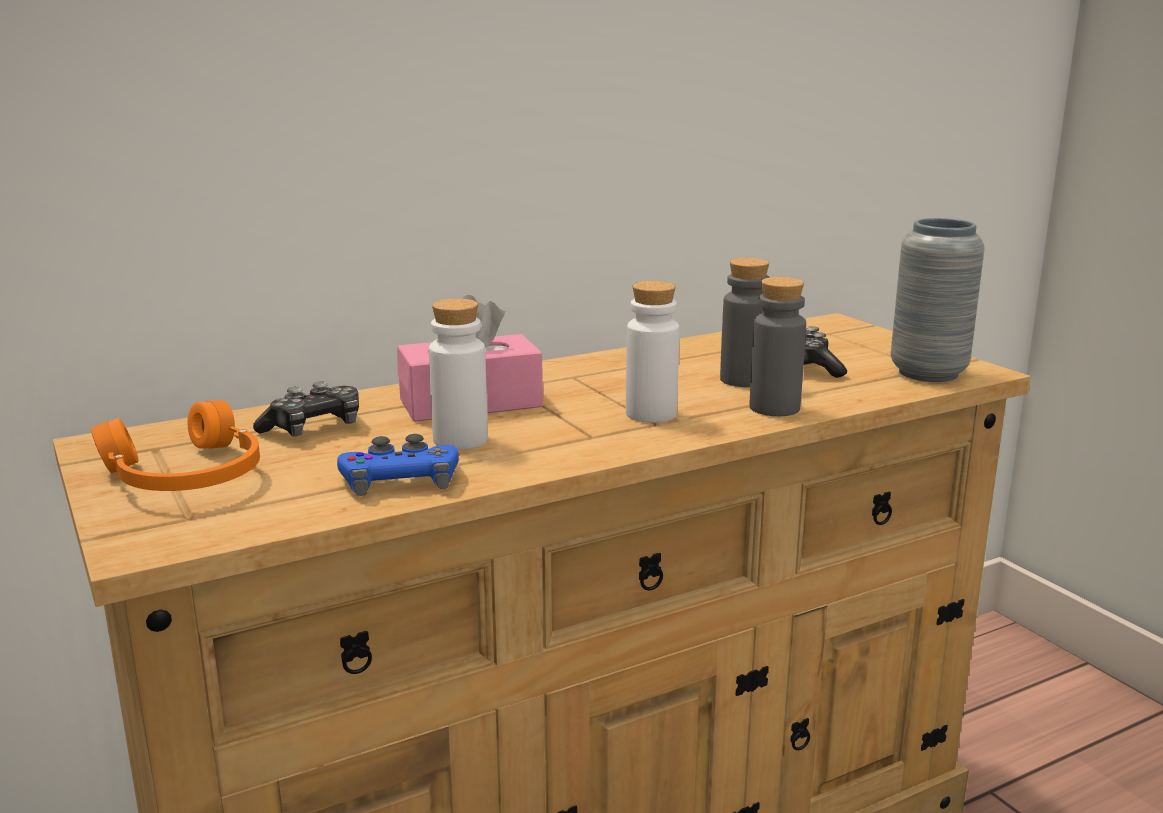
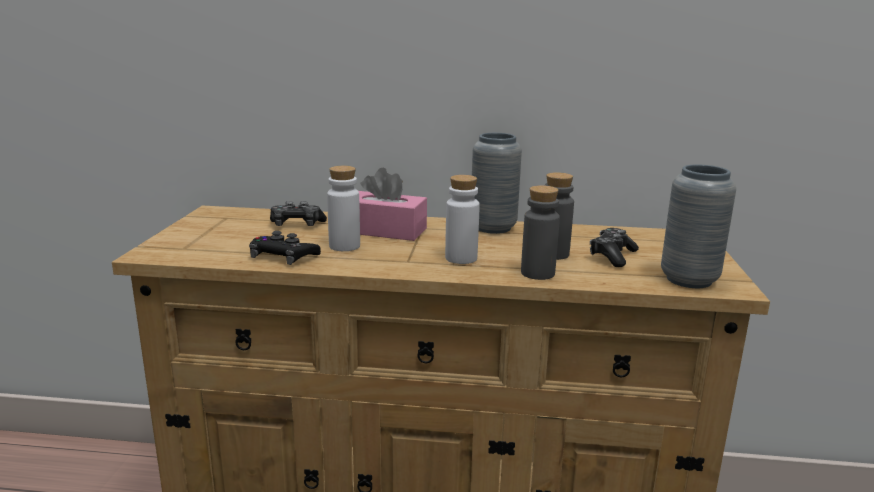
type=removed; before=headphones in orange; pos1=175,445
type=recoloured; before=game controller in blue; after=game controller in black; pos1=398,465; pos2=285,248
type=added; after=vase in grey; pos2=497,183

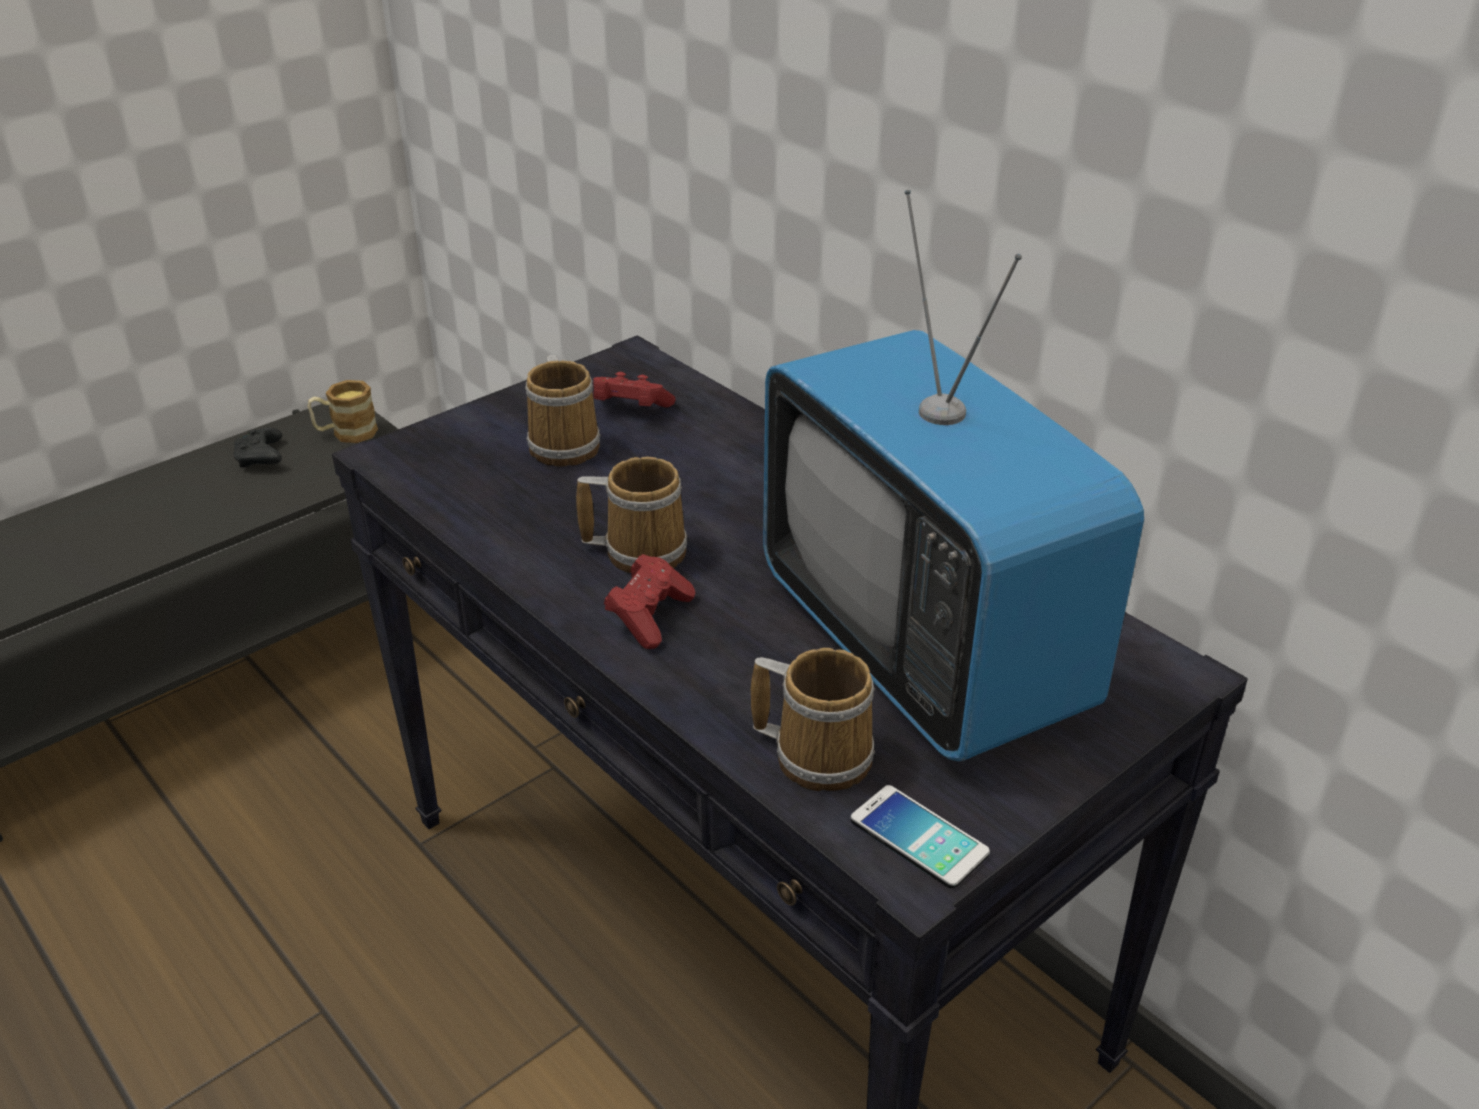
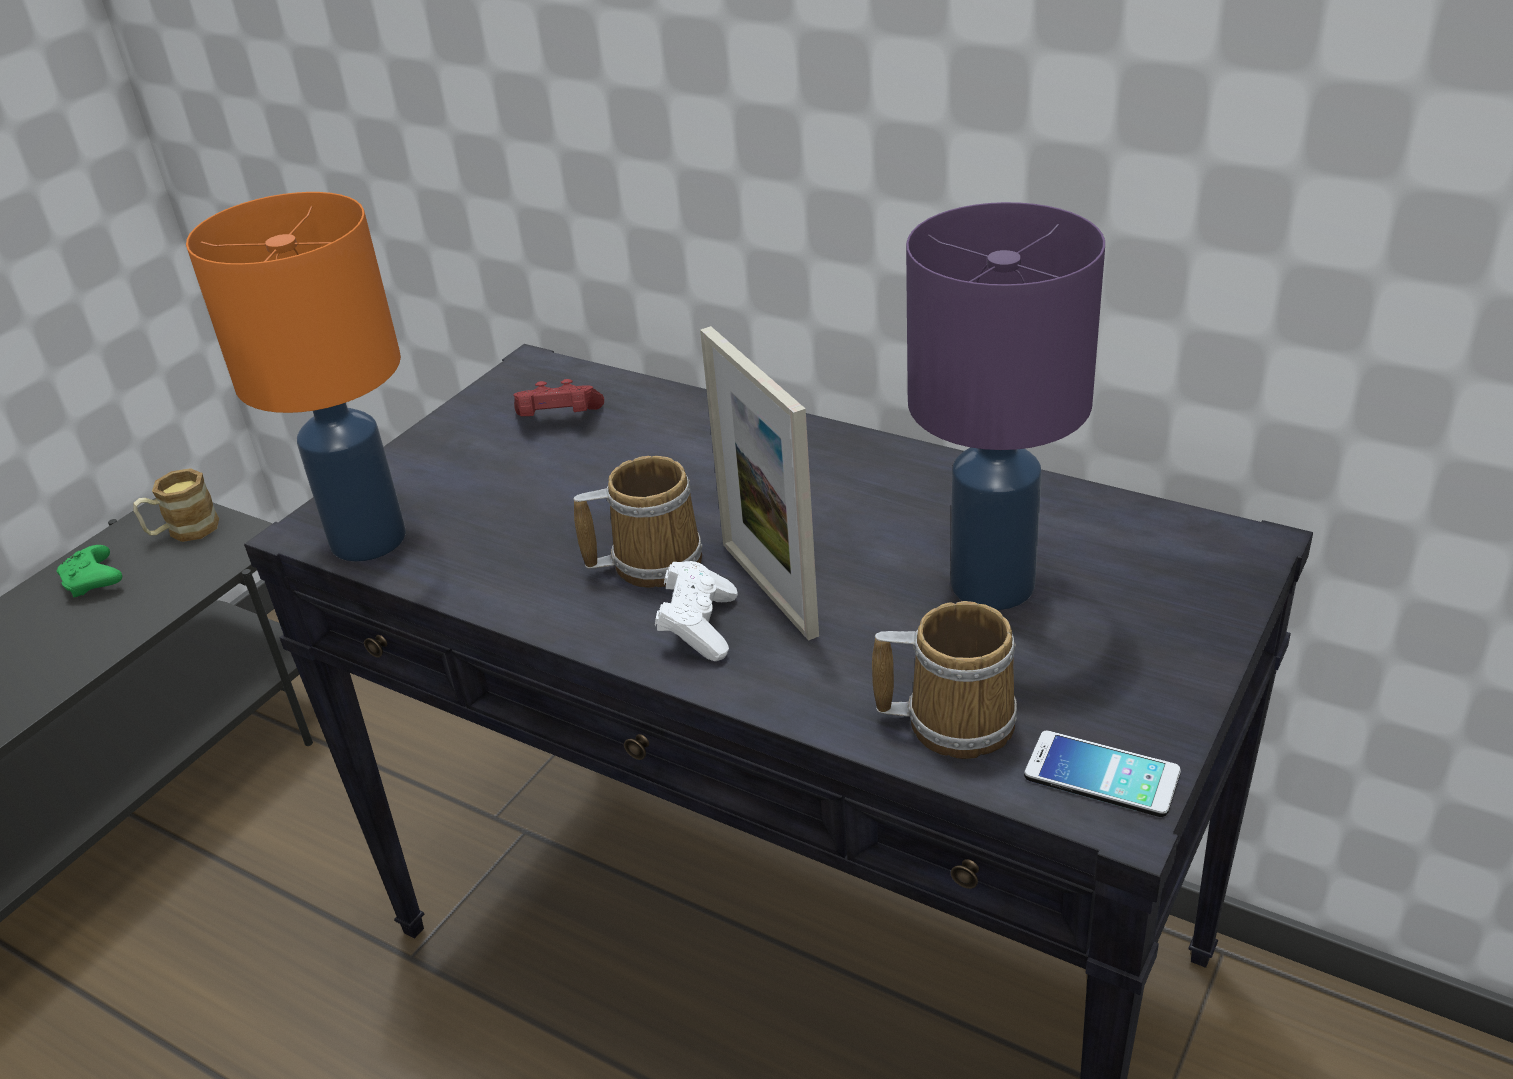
type=replaced; before=television; after=table lamp in purple; pos1=953,475; pos2=1005,406
type=removed; before=mug; pos1=563,410
type=recoloured; before=game controller in black; after=game controller in green; pos1=257,447; pos2=89,571
type=recoloured; before=game controller in red; after=game controller in white; pos1=649,601; pos2=696,611
type=added; after=table lamp in orange; pos2=296,377
type=added; after=picture frame; pos2=759,483

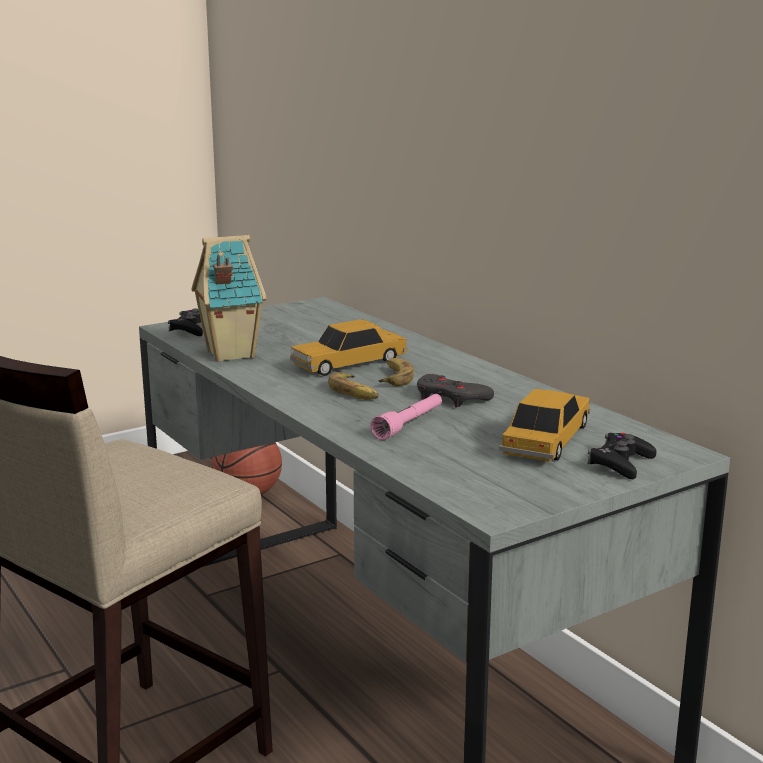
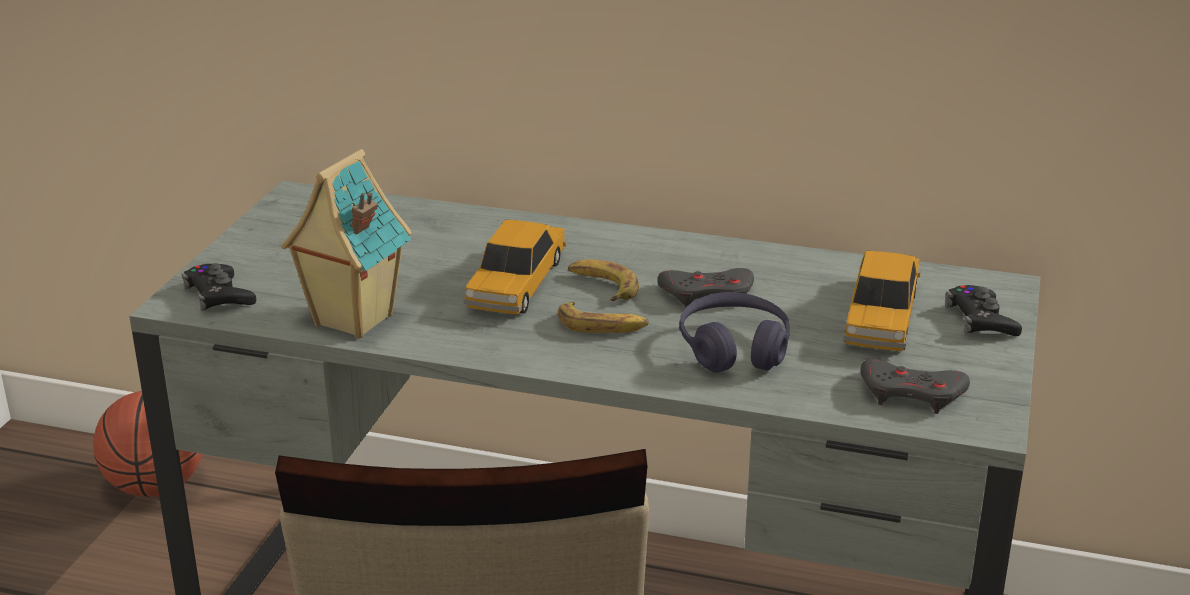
type=turned; before=toy car; pos1=544,425; pos2=882,301; turn=-150
type=replaced; before=flashlight in pink; after=headphones in purple; pos1=406,417; pos2=734,332
type=added; after=game controller in grey; pos2=915,386

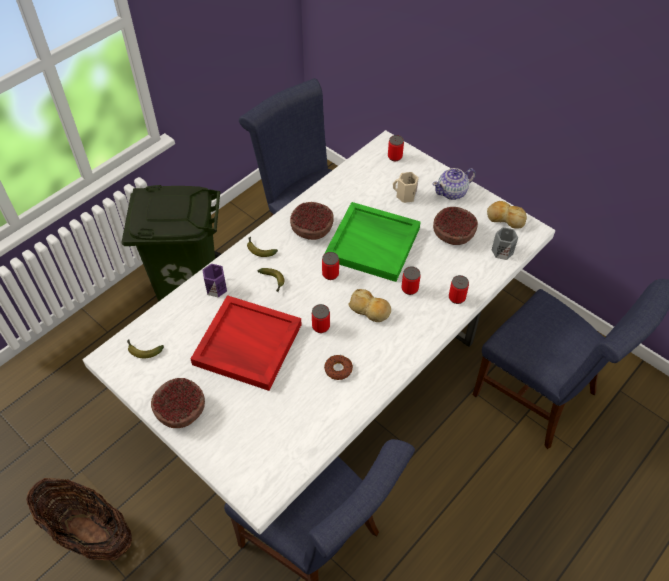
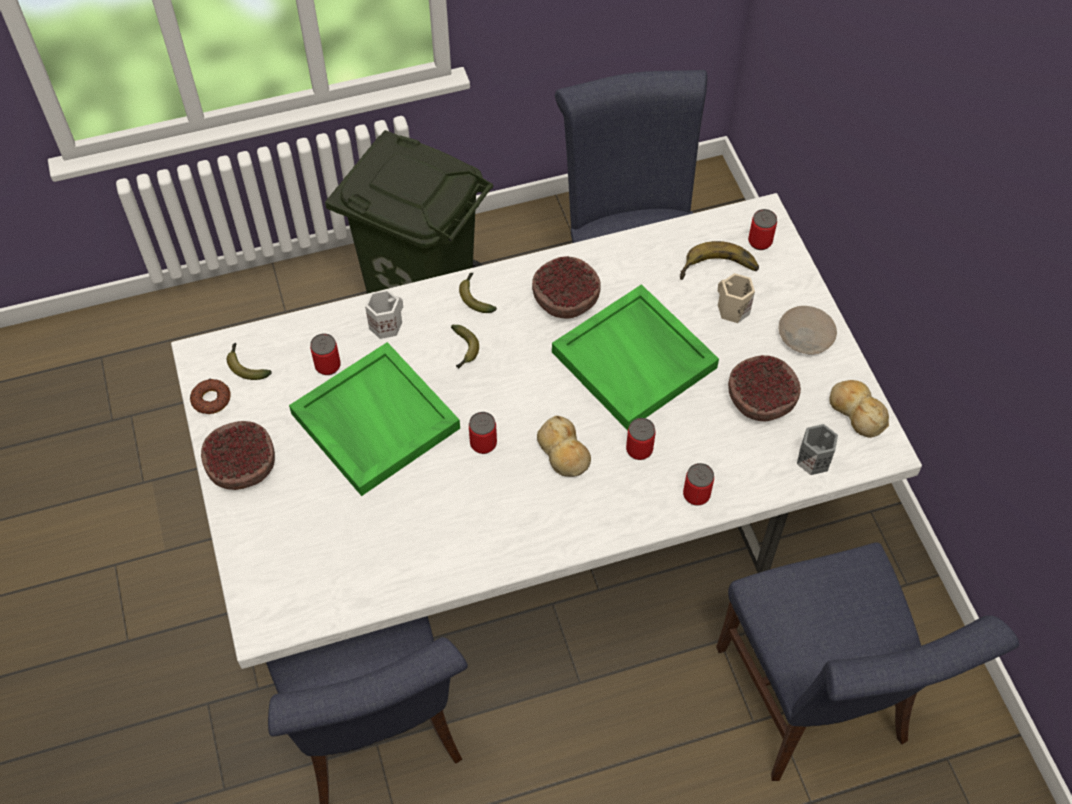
type=replaced; before=teapot; after=plate in beige; pos1=454,184; pos2=808,330
type=moved; before=can; pos1=330,266; pos2=325,354
type=recoloured; before=mug in purple; after=mug in white; pos1=215,280; pos2=384,314
type=recoloured; before=tray in red; after=tray in green; pos1=246,343; pos2=374,419
type=moved; before=donut; pos1=338,367; pos2=210,396
type=removed; before=basket; pos1=79,519
type=added; after=banana; pos2=719,260

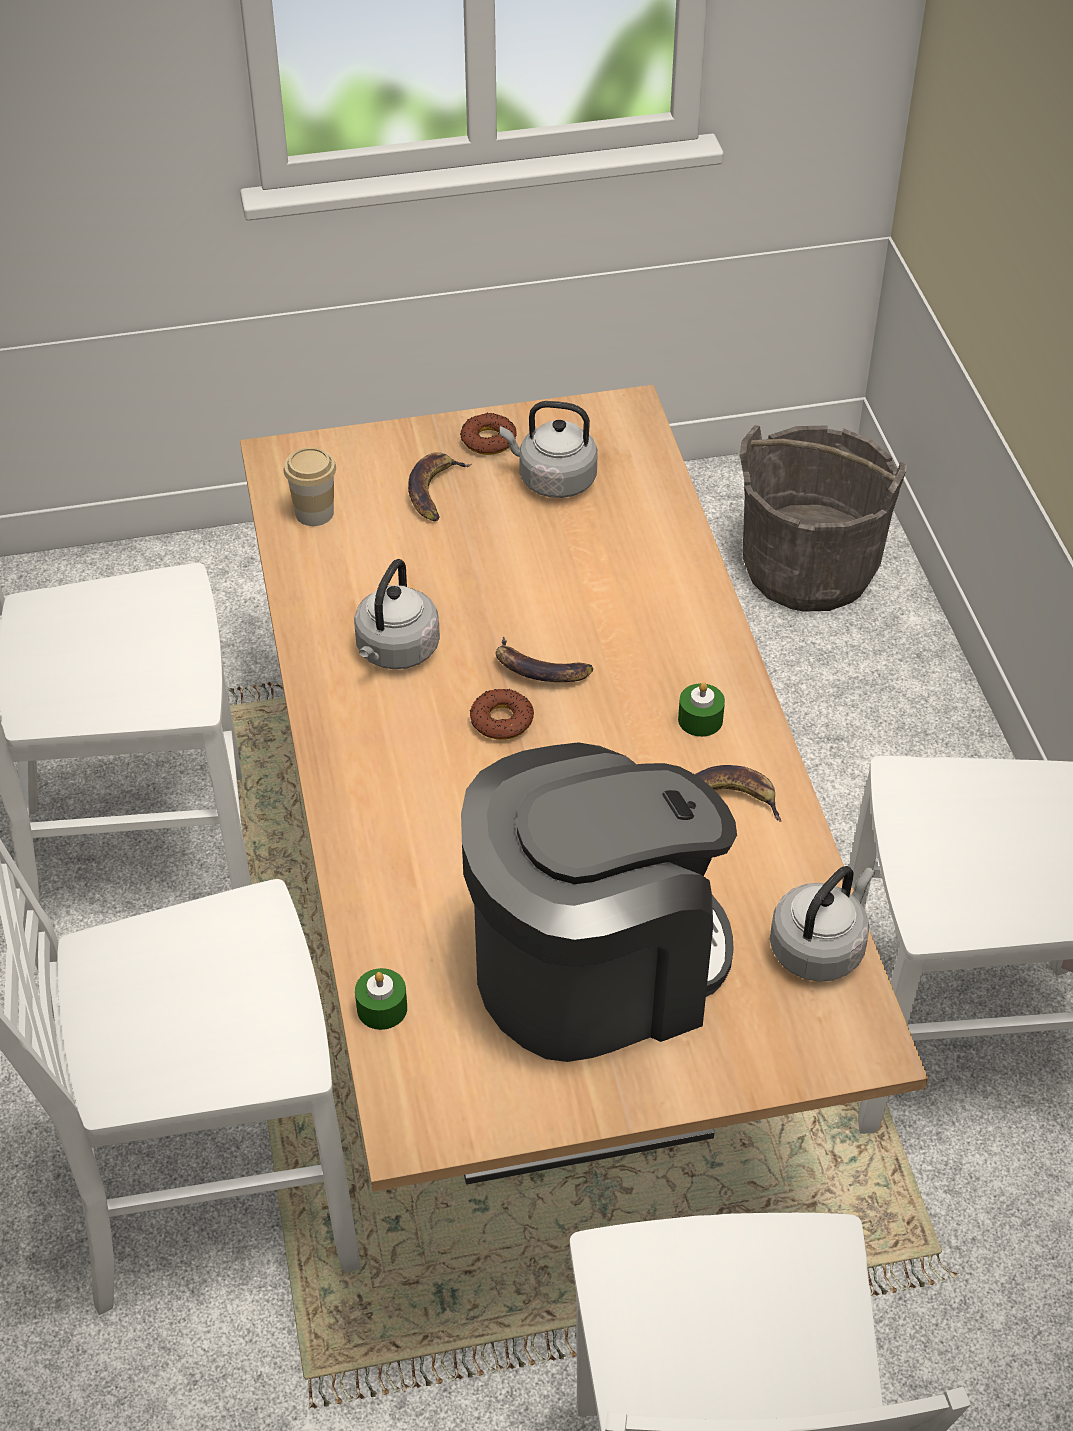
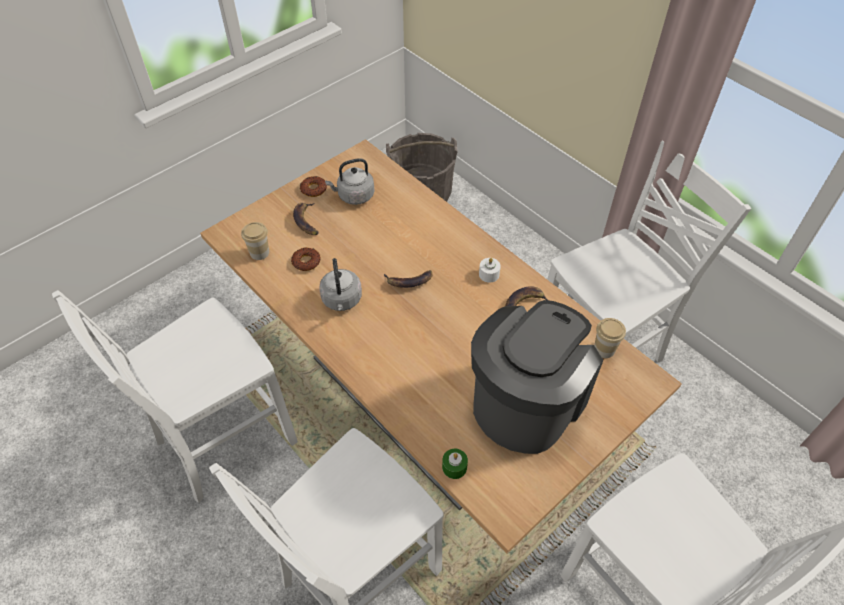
type=recoloured; before=candle in green; after=candle in white; pos1=701,709; pos2=490,270
type=moved; before=donut; pos1=502,714; pos2=305,259
type=replaced; before=kettle in grey; after=cup; pos1=822,924; pos2=610,338

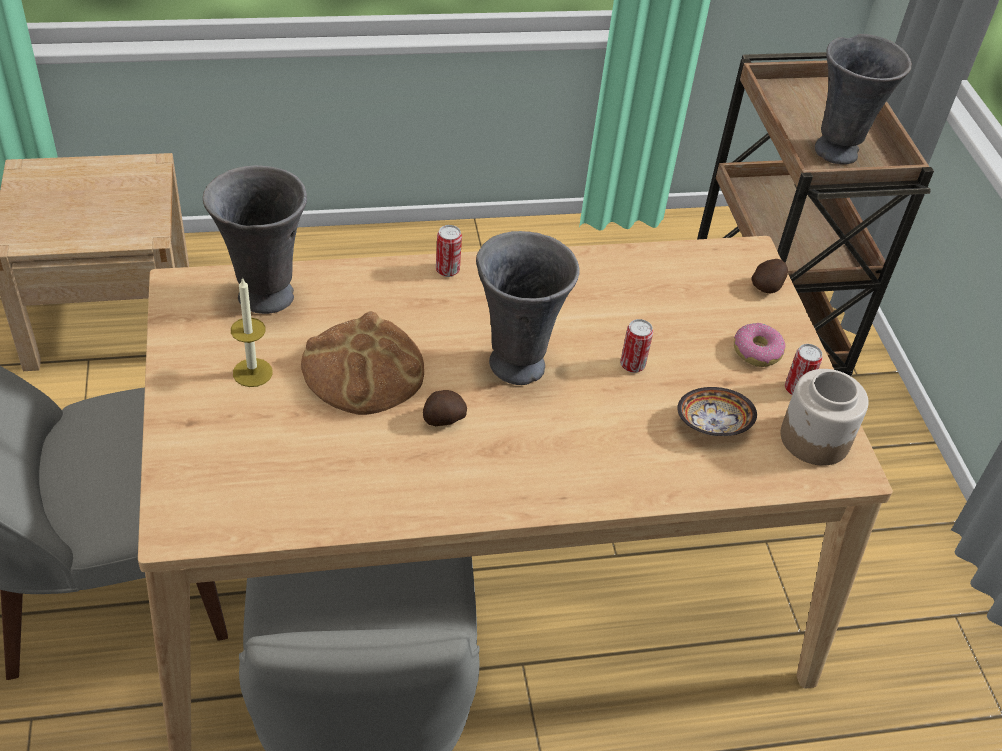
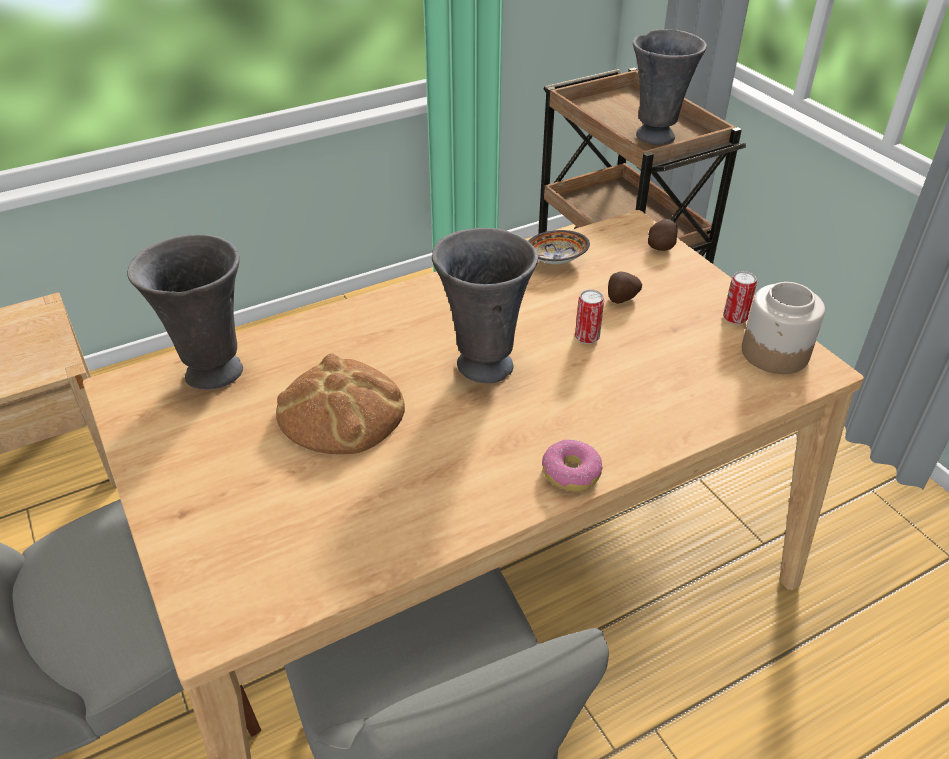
type=removed; before=can; pos1=449,251
type=removed; before=candle; pos1=251,332
type=moved; before=donut; pos1=760,345; pos2=572,466
type=moved; before=bowl; pos1=717,411; pos2=559,247
type=moved; before=potato; pos1=445,408; pos2=625,288

